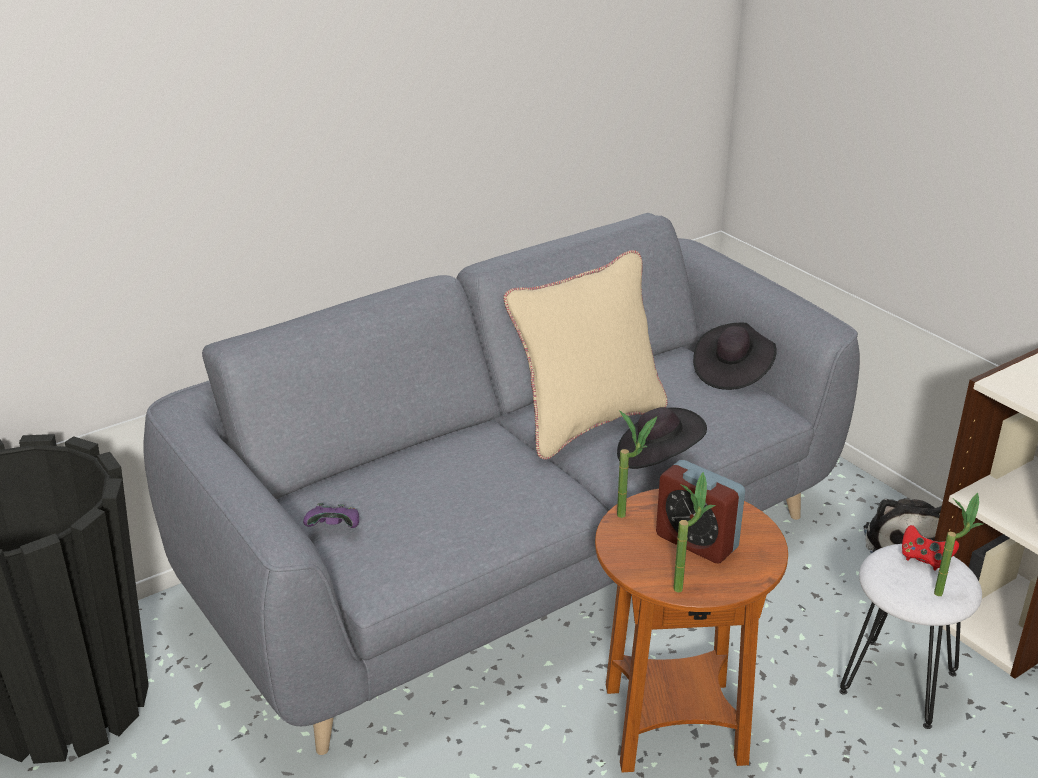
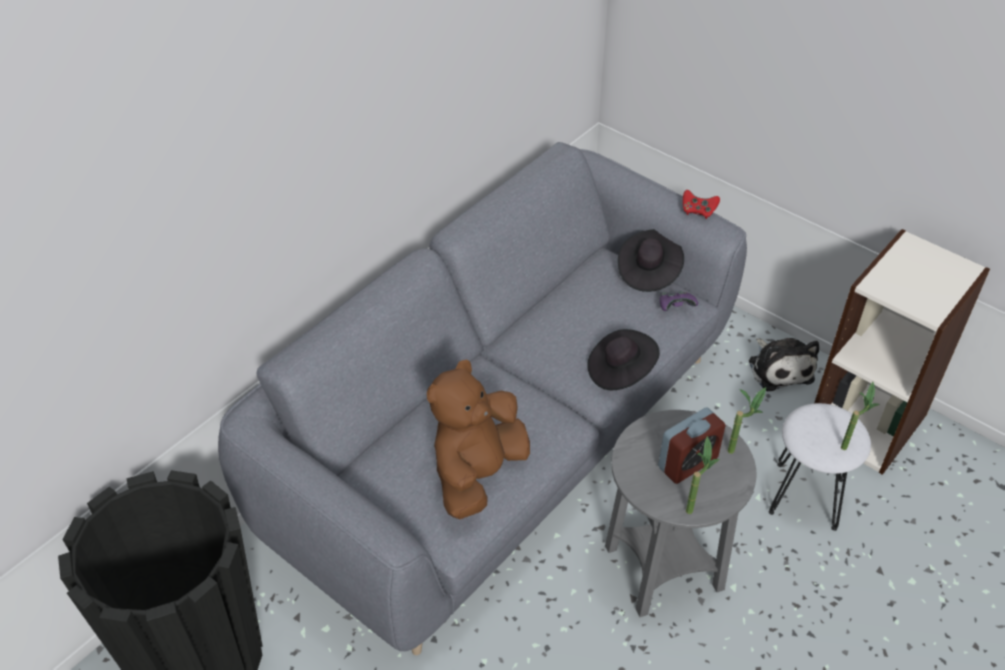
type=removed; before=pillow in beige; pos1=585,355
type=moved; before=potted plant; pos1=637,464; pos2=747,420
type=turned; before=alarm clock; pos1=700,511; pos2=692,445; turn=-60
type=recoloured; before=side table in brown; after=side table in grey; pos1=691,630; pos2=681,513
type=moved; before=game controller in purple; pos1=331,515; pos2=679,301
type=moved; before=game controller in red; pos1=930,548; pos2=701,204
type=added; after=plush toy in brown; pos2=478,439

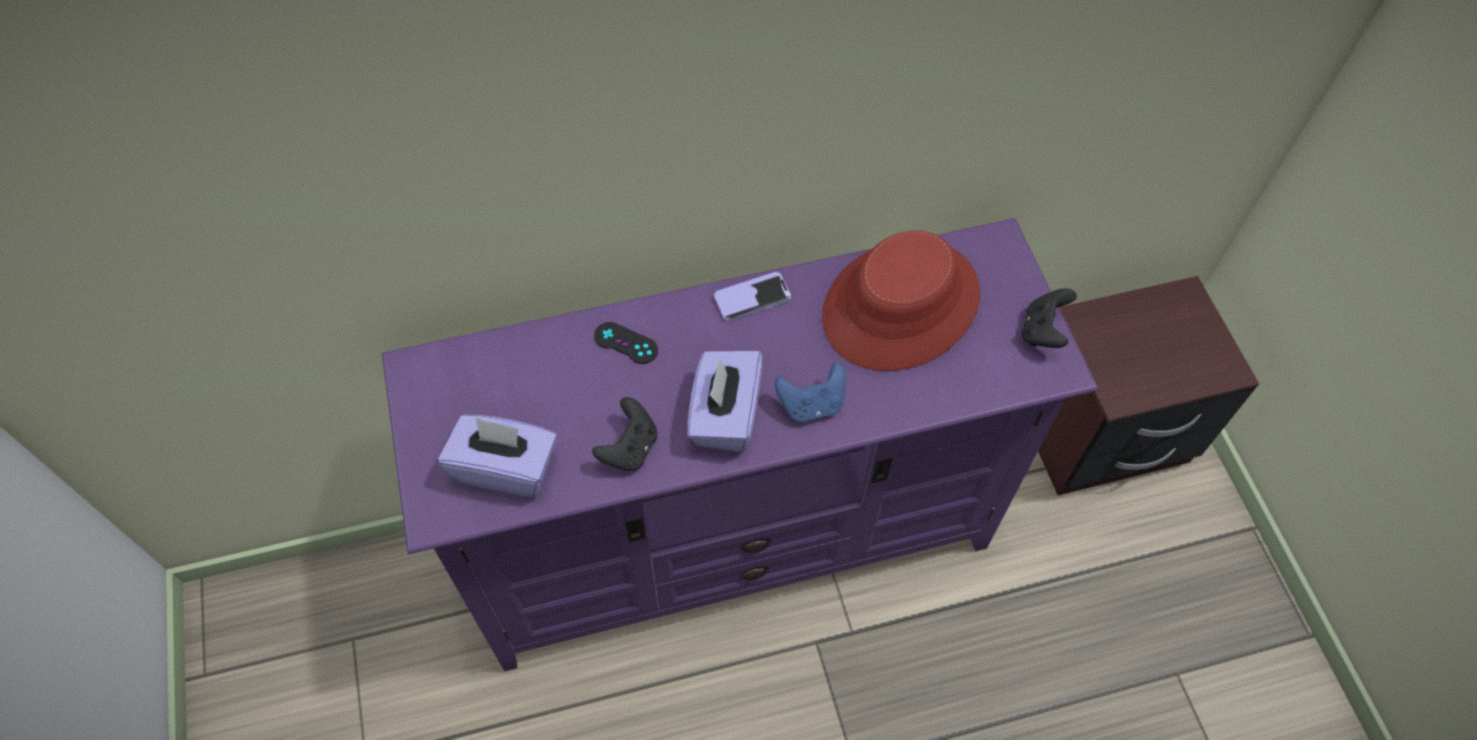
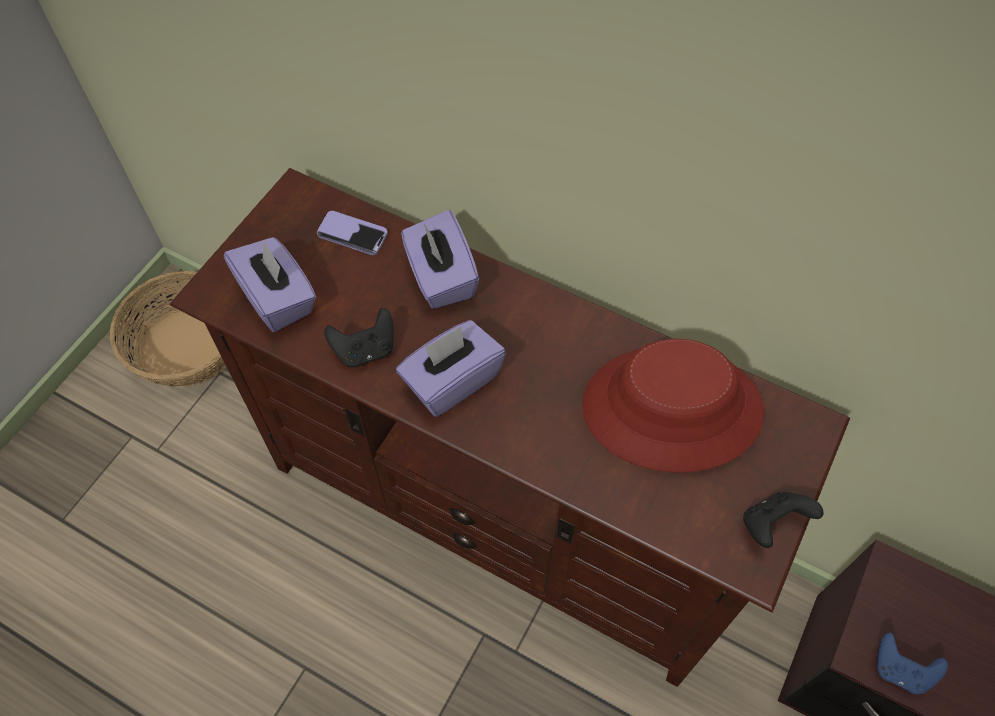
type=recoloured; before=tv stand in purple; after=tv stand in brown; pos1=740,444; pos2=510,427
type=moved; before=phone; pos1=752,297; pos2=352,233
type=replaced; before=game controller in black; after=tissue box in purple; pos1=626,343; pos2=440,259
type=moved; before=game controller in blue; pos1=810,392; pos2=912,664
type=added; after=basket; pos2=167,329

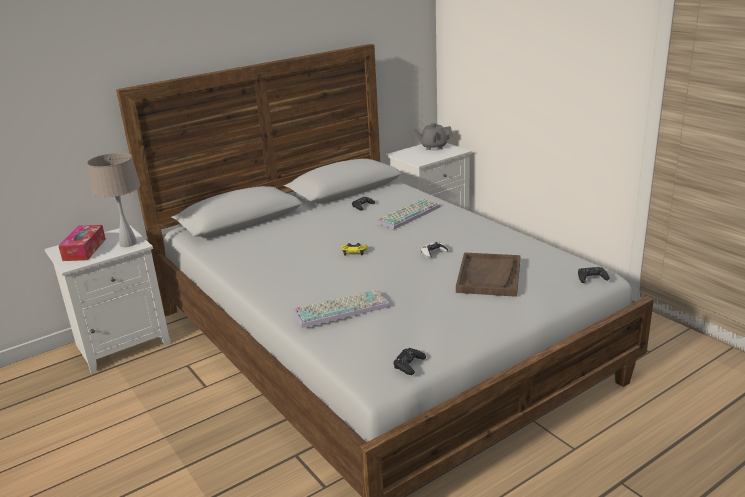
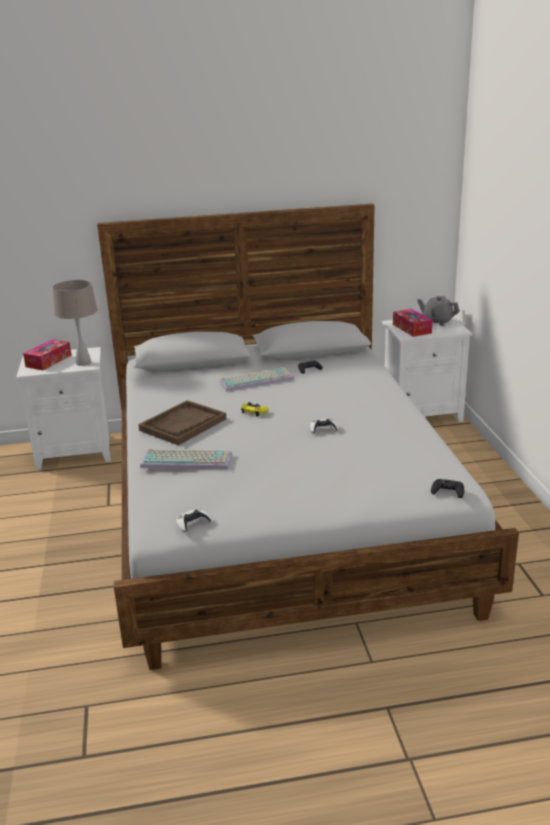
type=moved; before=keyboard; pos1=408,214; pos2=256,379
type=moved; before=tray in brown; pos1=488,274; pos2=182,422
type=recoloured; before=game controller in black; after=game controller in white; pos1=410,361; pos2=193,520
type=added; after=tissue box; pos2=413,323

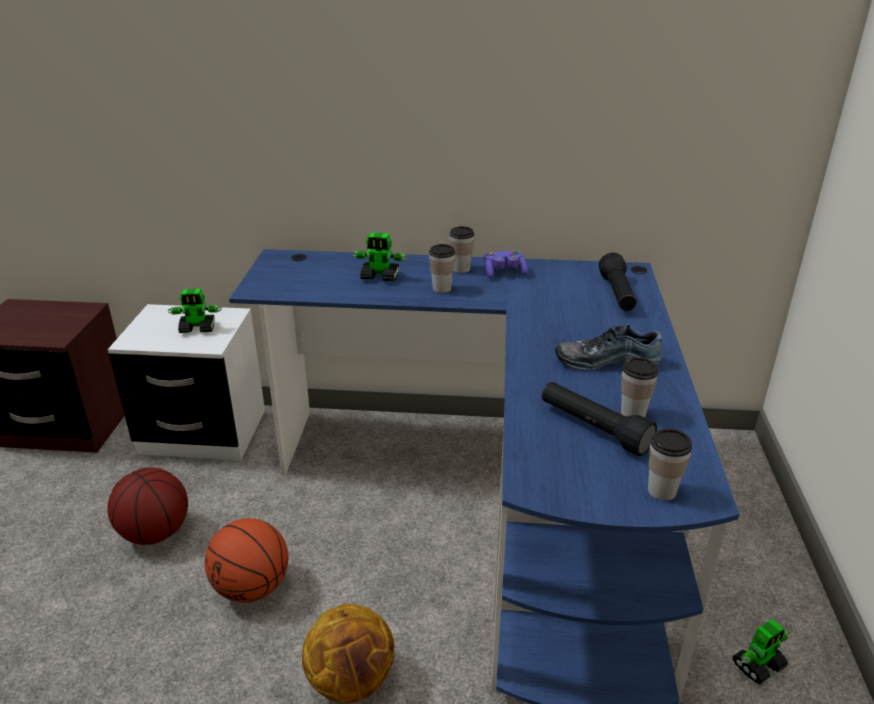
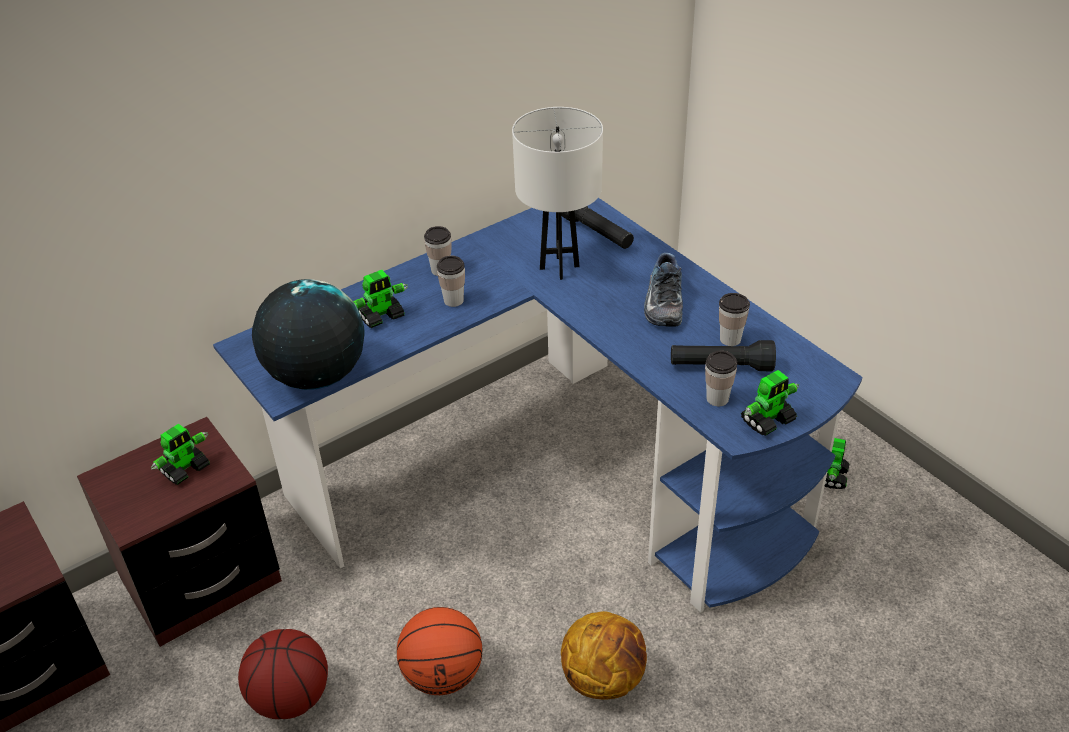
type=removed; before=game controller in purple; pos1=506,265
type=recoloured; before=nightstand in white; after=nightstand in brown; pos1=186,382; pos2=179,532
type=turned; before=shoe; pos1=608,347; pos2=663,290; turn=-45
type=moved; before=cup; pos1=670,464; pos2=721,378
type=added; after=table lamp in white; pos2=557,193
type=added; after=globe; pos2=308,334
type=added; after=toy robot; pos2=770,403

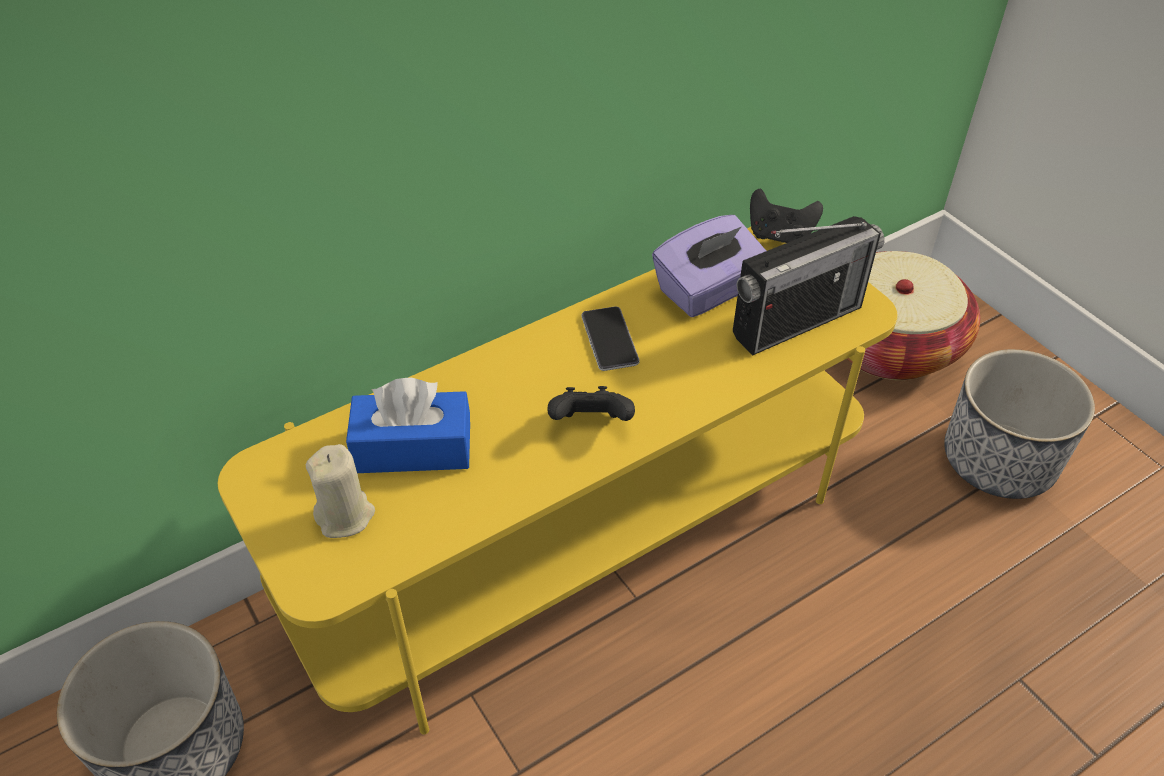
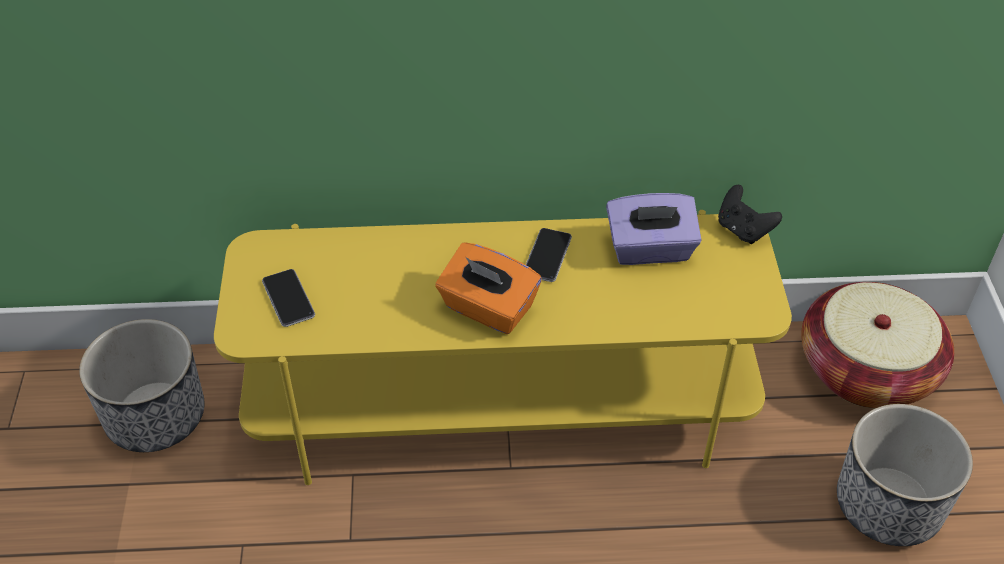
type=removed; before=radio; pos1=809,285
type=removed; before=tissue box in blue; pos1=408,425
type=replaced; before=game controller in black; after=tissue box in orange; pos1=591,403; pos2=488,288
type=replaced; before=candle in beige; after=phone; pos1=340,491; pos2=288,298

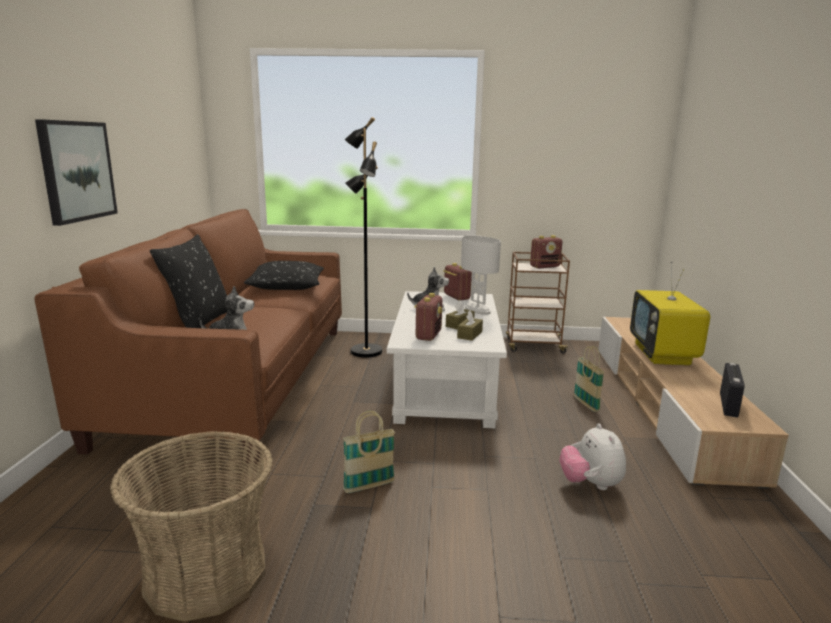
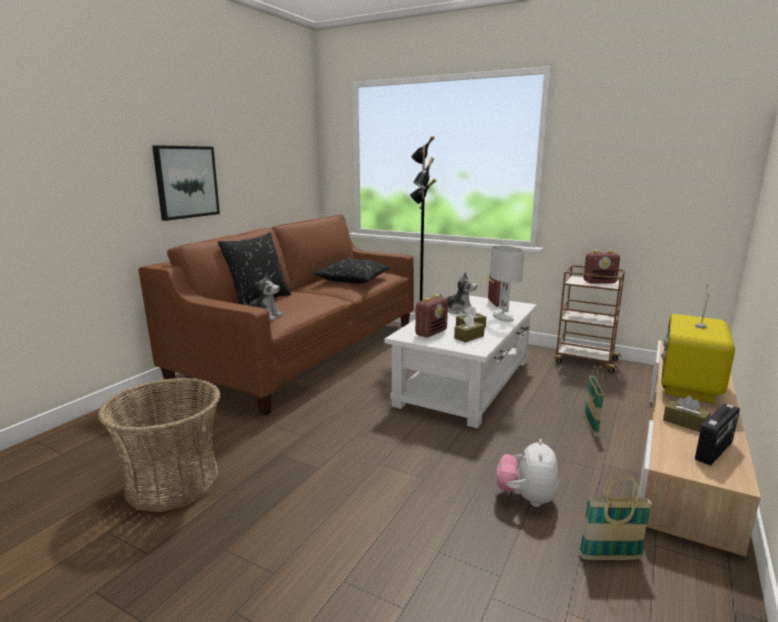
type=moved; before=basket; pos1=369,452; pos2=615,516
type=added; after=tissue box in brown; pos2=687,413

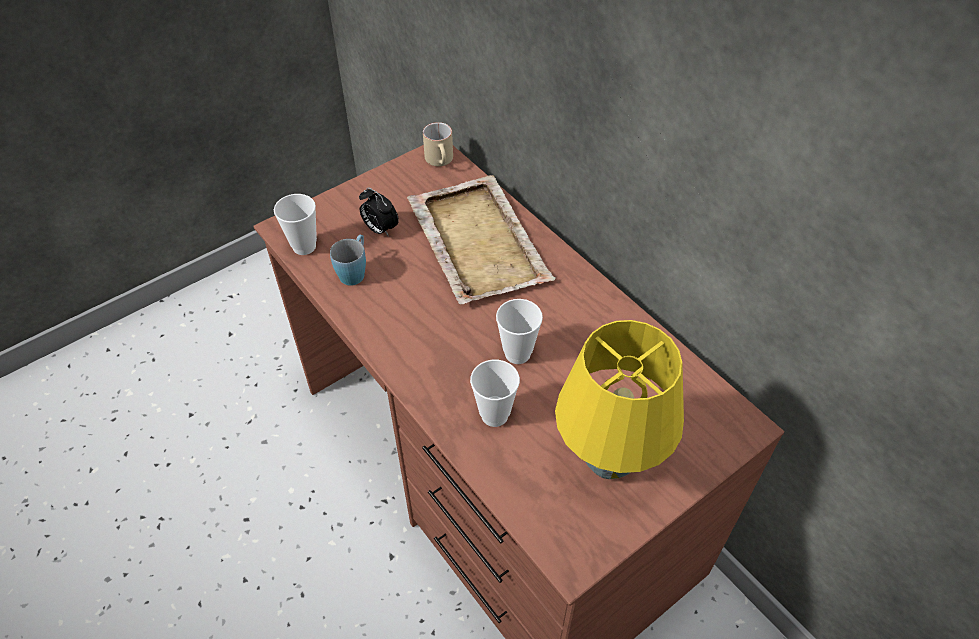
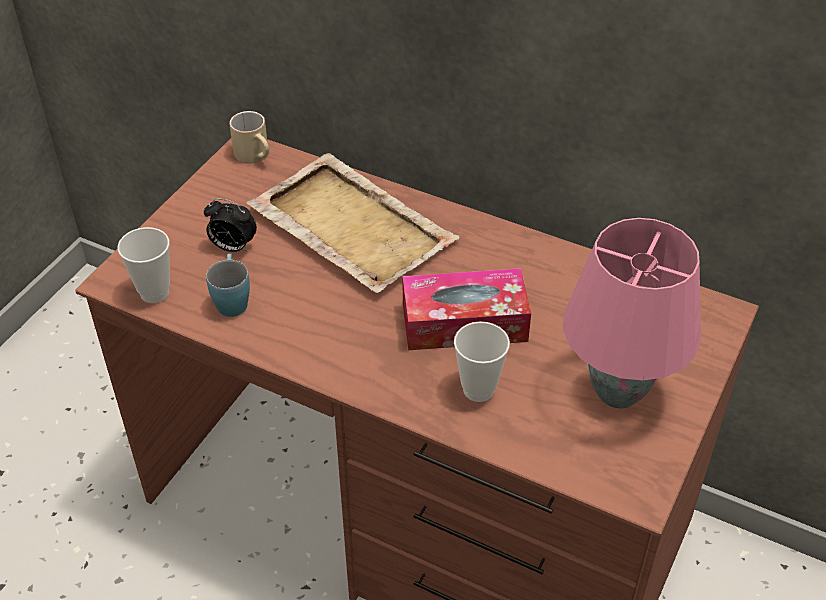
type=replaced; before=cup; after=tissue box; pos1=519,331; pos2=466,309
type=recoloured; before=table lamp in yellow; after=table lamp in pink; pos1=619,399; pos2=632,313

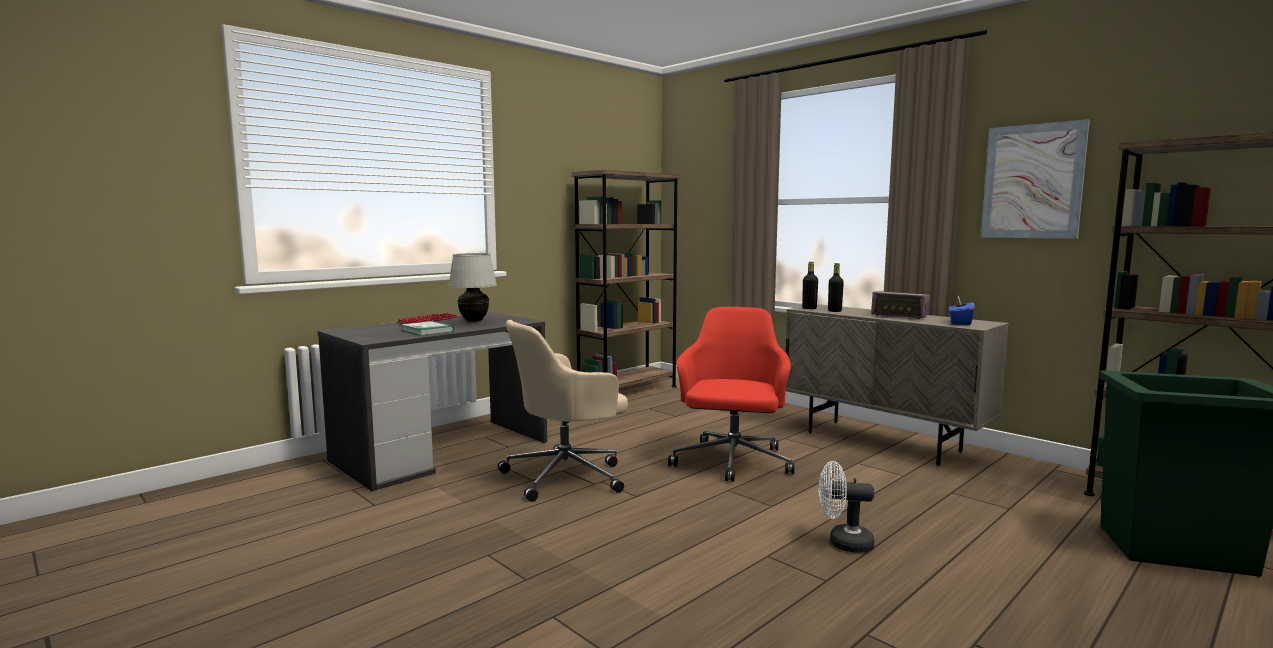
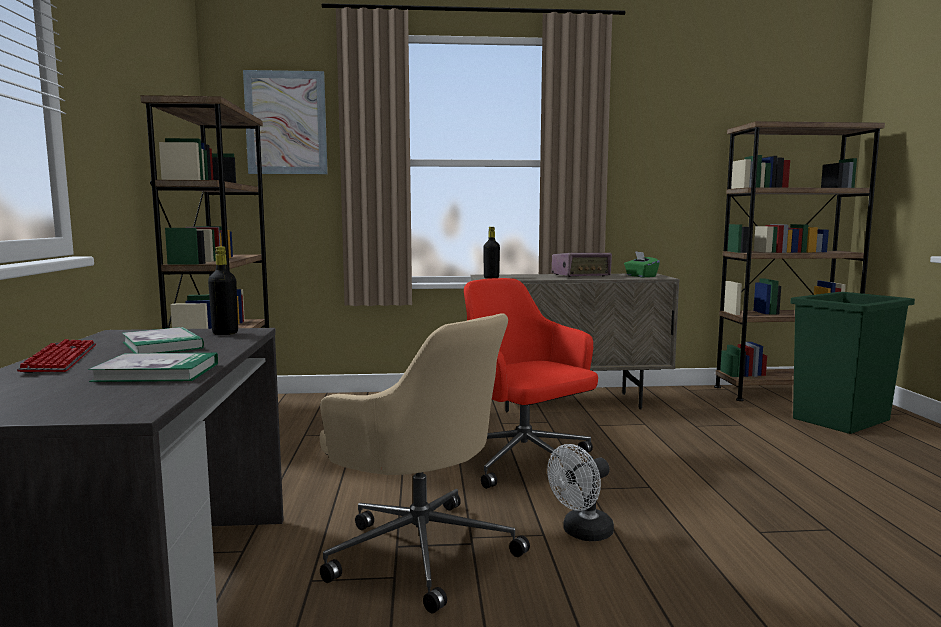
type=moved; before=picture; pos1=1035,179; pos2=285,122
type=replaced; before=table lamp in white; after=book; pos1=472,287; pos2=163,340
type=moved; before=bottle in black; pos1=836,287; pos2=223,290
type=recoloured; before=tissue box in blue; after=tissue box in green; pos1=962,310; pos2=642,264
type=turned; before=office chair in beige; pos1=563,411; pos2=425,463; turn=-60
type=moved; before=fan in white; pos1=846,507; pos2=580,492

